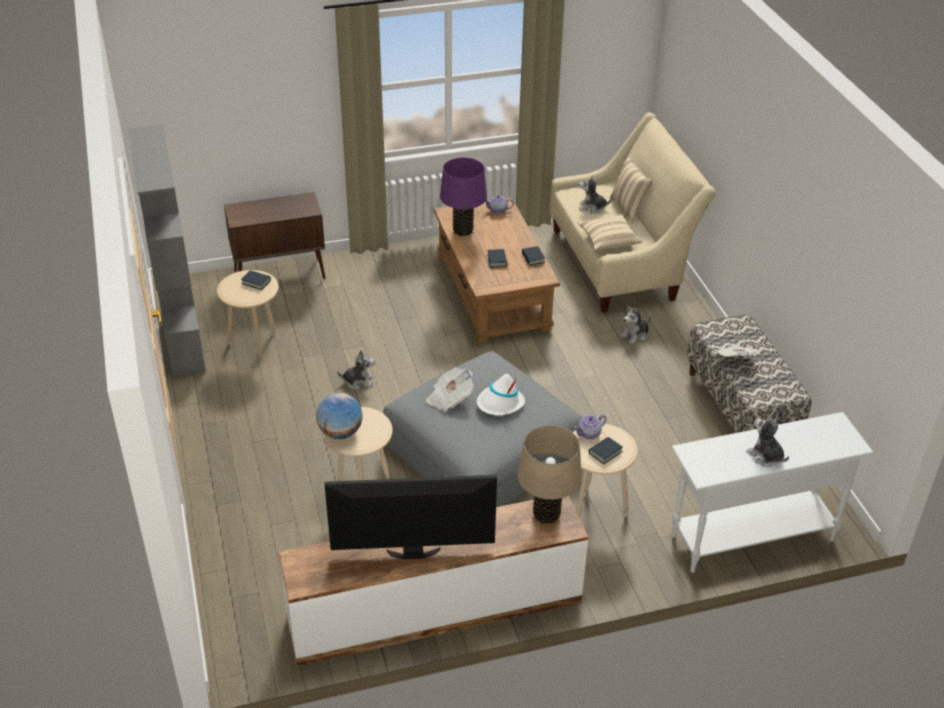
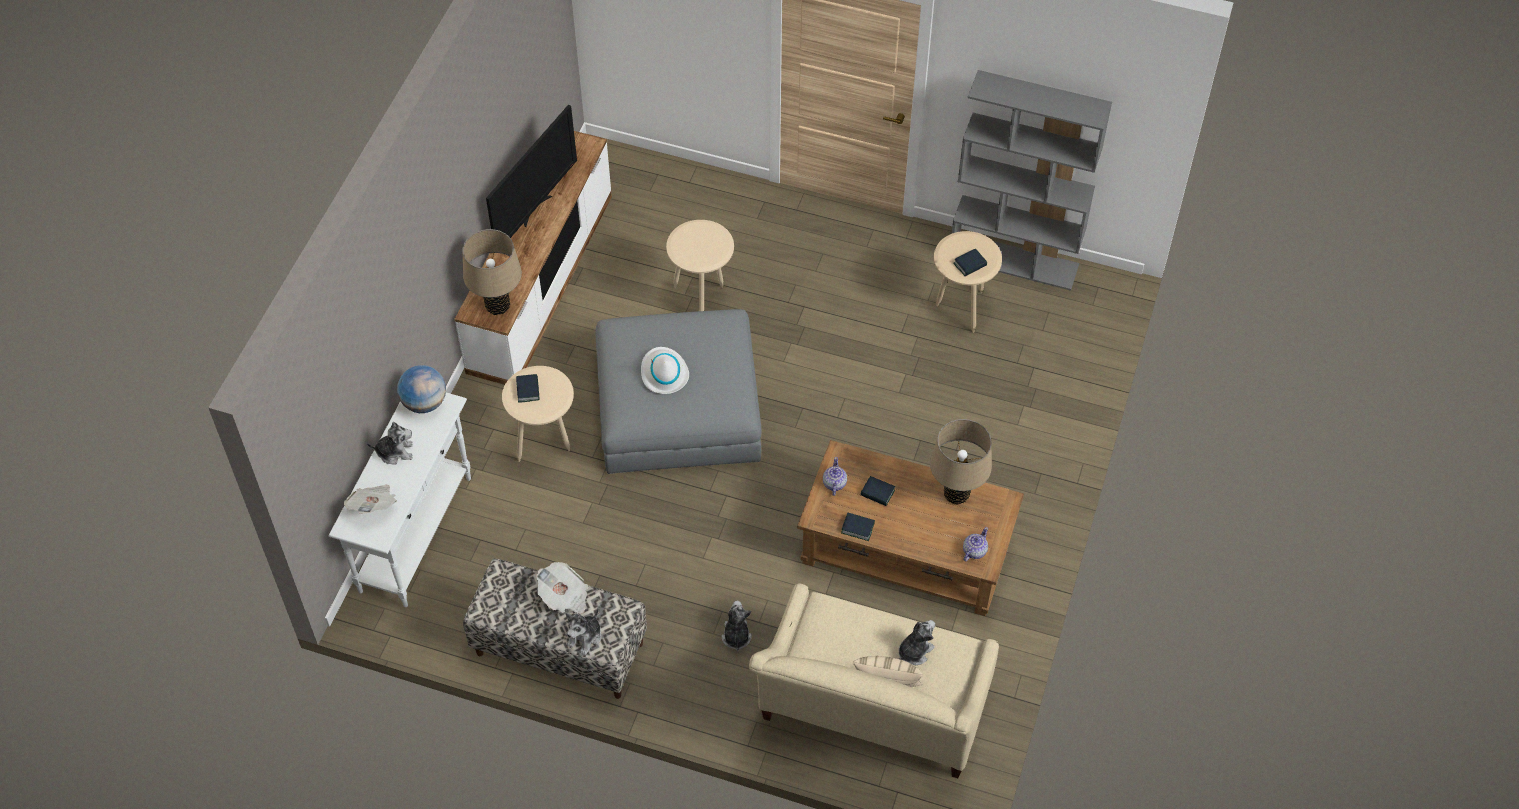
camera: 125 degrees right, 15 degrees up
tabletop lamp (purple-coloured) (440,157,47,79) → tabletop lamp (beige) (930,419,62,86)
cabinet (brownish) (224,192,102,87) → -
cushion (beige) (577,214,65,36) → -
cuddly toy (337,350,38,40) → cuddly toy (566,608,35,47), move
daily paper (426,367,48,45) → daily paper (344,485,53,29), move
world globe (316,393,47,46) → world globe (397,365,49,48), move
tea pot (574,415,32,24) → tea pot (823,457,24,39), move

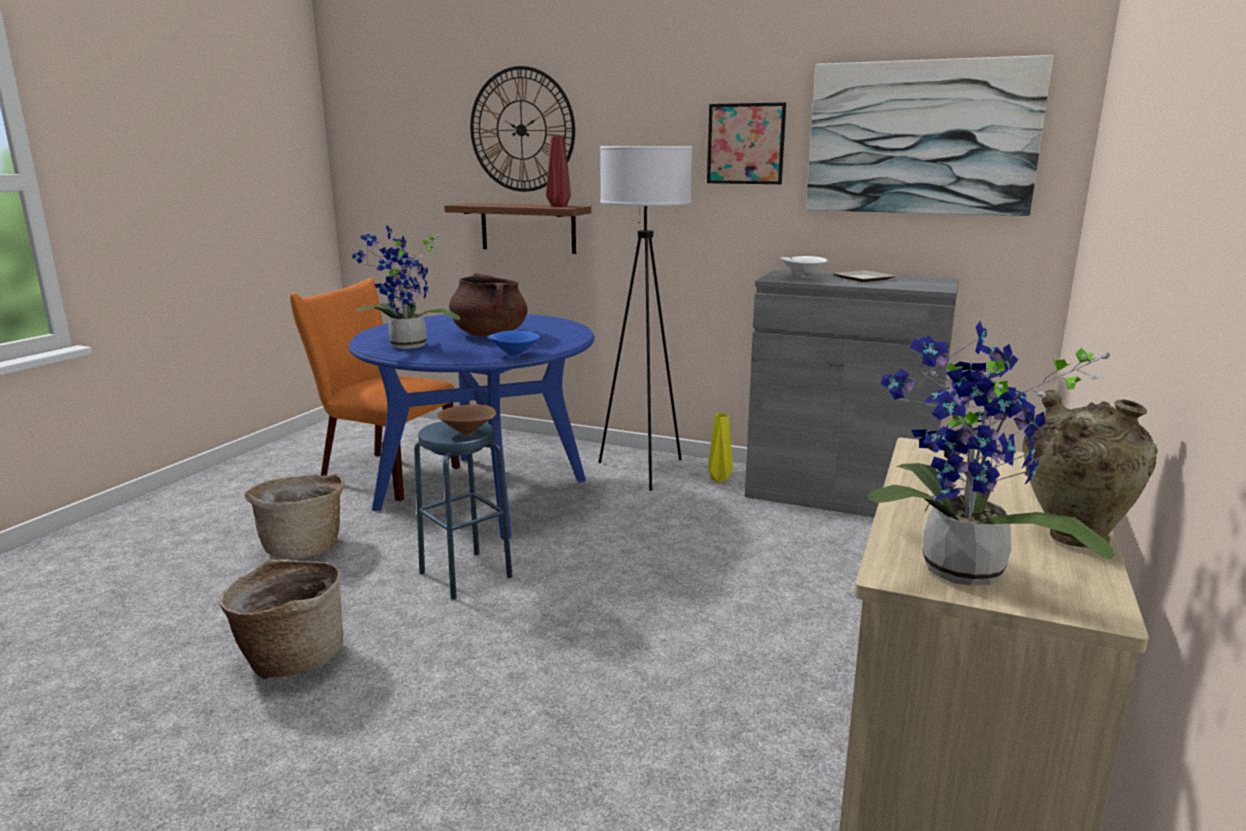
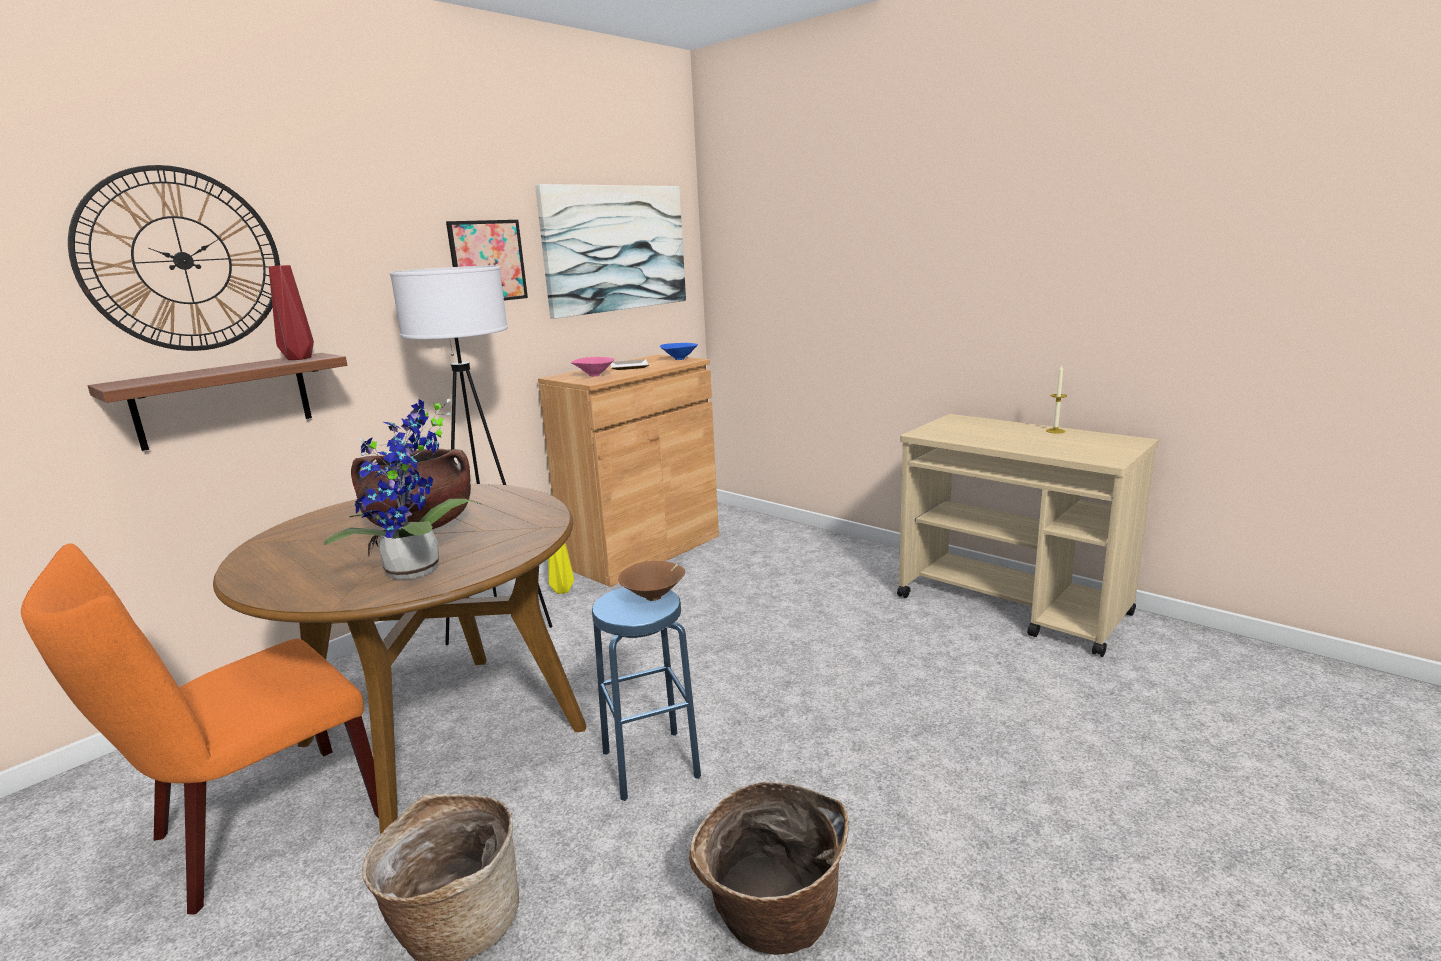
camera: 70 degrees left, 0 degrees up
deep dish (white) (781,256,47,21) → deep dish (pink) (571,357,44,20)
cabinet (greyish) (745,269,214,248) → cabinet (brownish) (538,355,181,232)
kitchen table (blue) (348,314,247,226) → kitchen table (brownish) (213,484,373,350)
potted plant (868,321,247,264) → -
deep dish (blue) (487,330,53,26) → deep dish (blue) (660,343,38,17), move
decorative vase (beige) (1023,390,135,158) → wax light (1046,365,21,68)

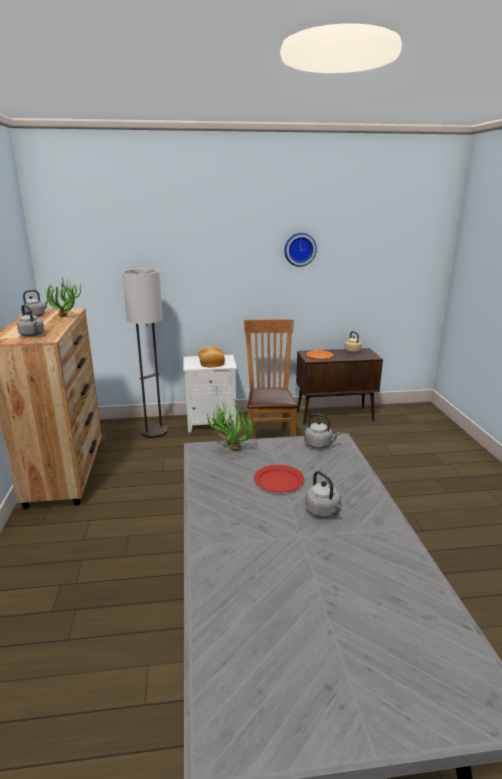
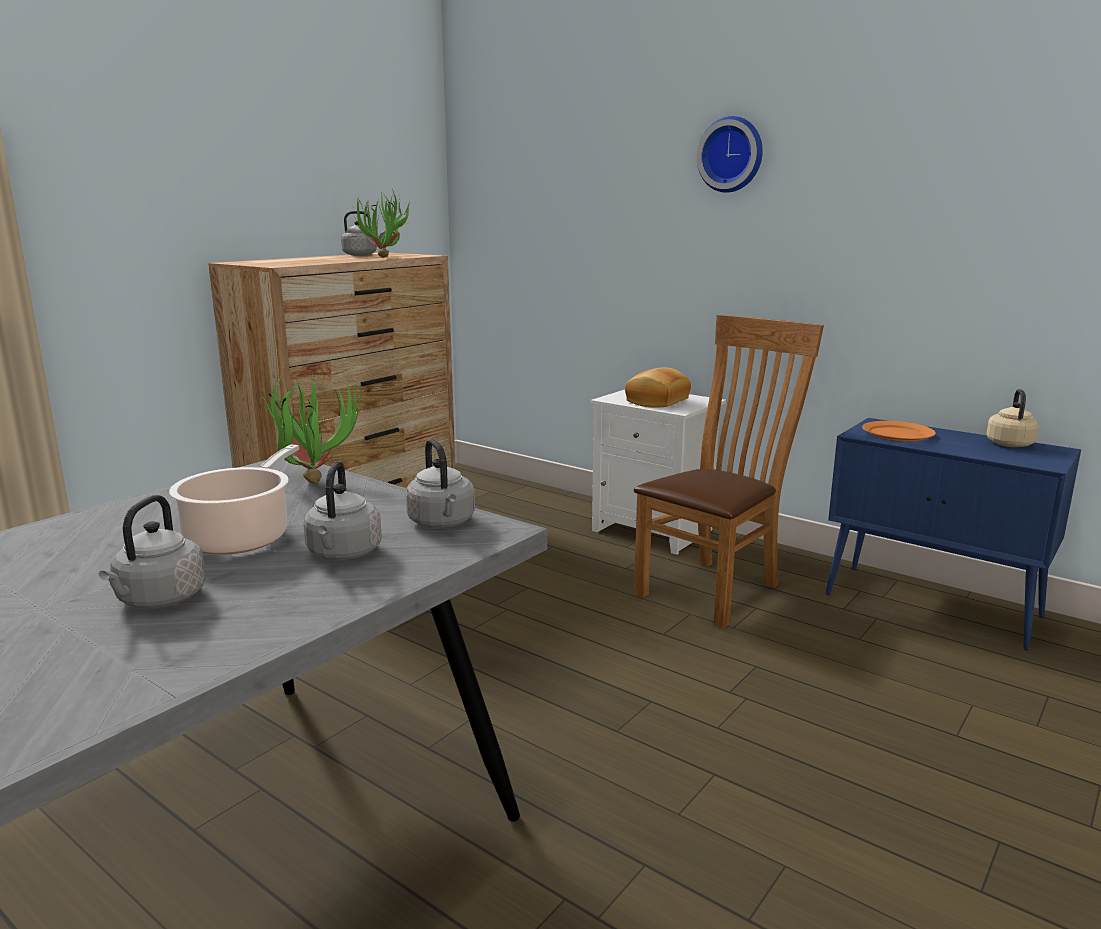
camera: 45 degrees right, 5 degrees down
wall clock (284,233,33,34) → wall clock (697,116,66,77), move
floor lamp (122,269,46,169) → -
water kettle (greyish) (17,305,27,32) → water kettle (greyish) (303,461,78,99), move
cabinet (brownish) (296,348,87,77) → cabinet (blue) (826,418,255,232)
plate (red) (254,465,50,28) → cooking pot (169,445,130,110)

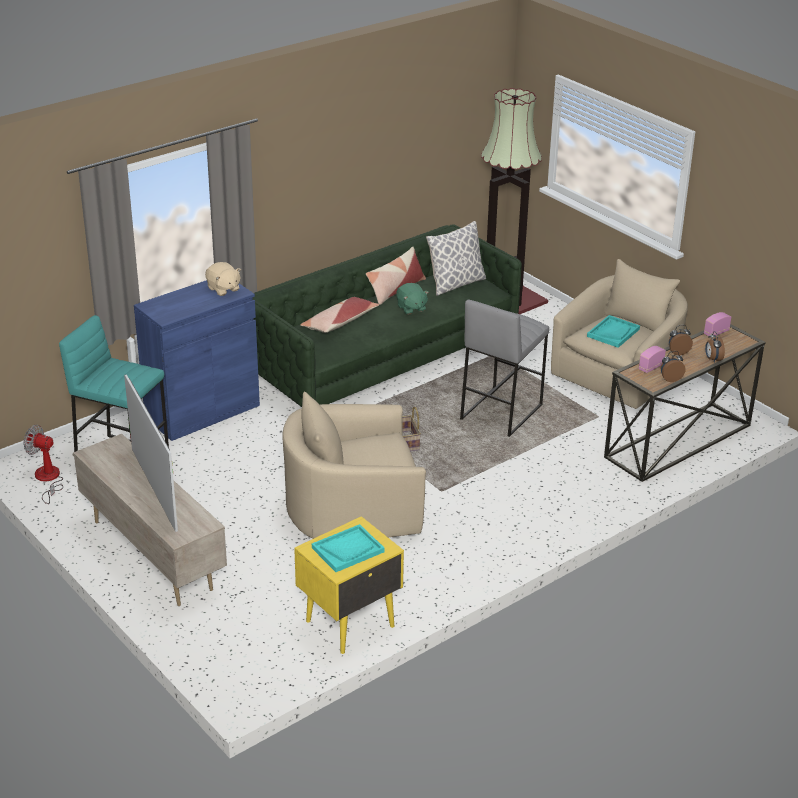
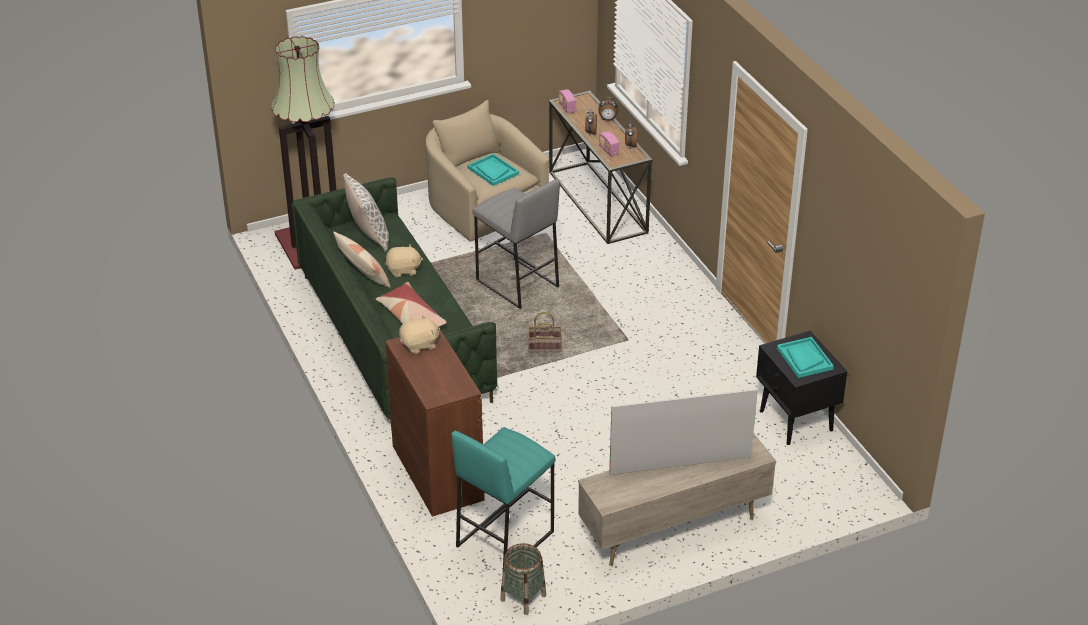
camera: 75 degrees left, 5 degrees up
cabinet (blue) (134,280,126,161) → cabinet (brownish) (385,327,100,190)
cuddly toy (green) (396,283,33,32) → cuddly toy (beige) (385,244,38,33)
lounge chair (beige) (282,392,144,147) → -
electric fan (23,425,40,79) → household basket (500,543,46,72)
nightstand (yellowish) (294,516,110,138) → nightstand (black-coloured) (756,331,91,114)

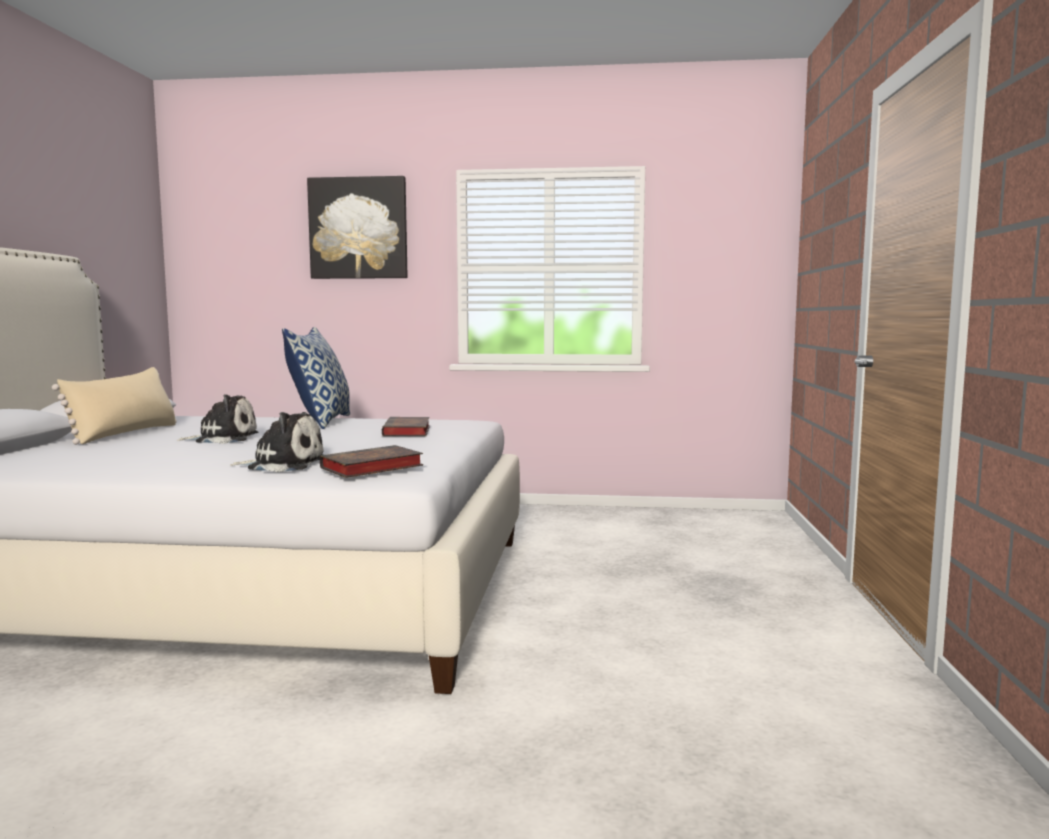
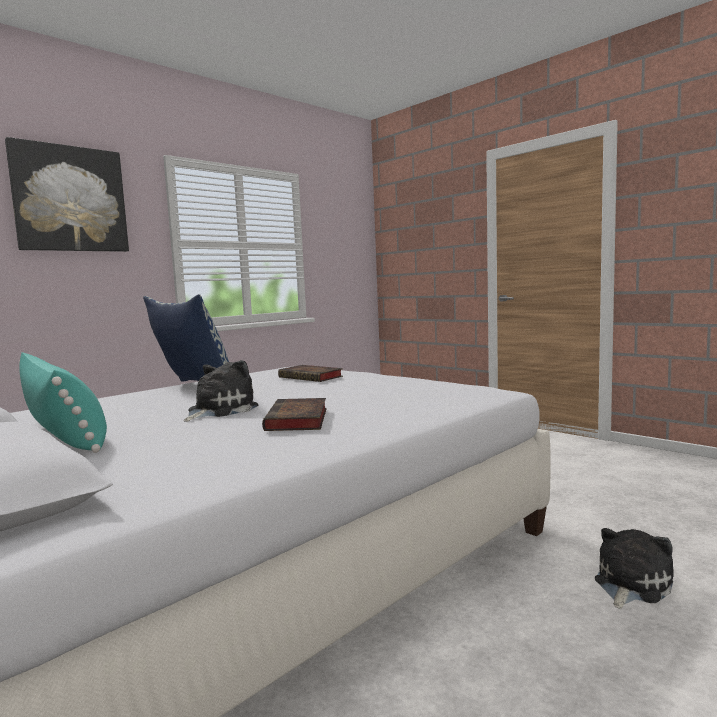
camera: 50 degrees left, 0 degrees up
cushion (beige) (52,367,125,78) → cushion (turquoise-coloured) (19,352,88,101)
cuddly toy (230,412,94,60) → cuddly toy (595,528,78,81), move
bound book (320,445,103,33) → bound book (262,398,65,33), move

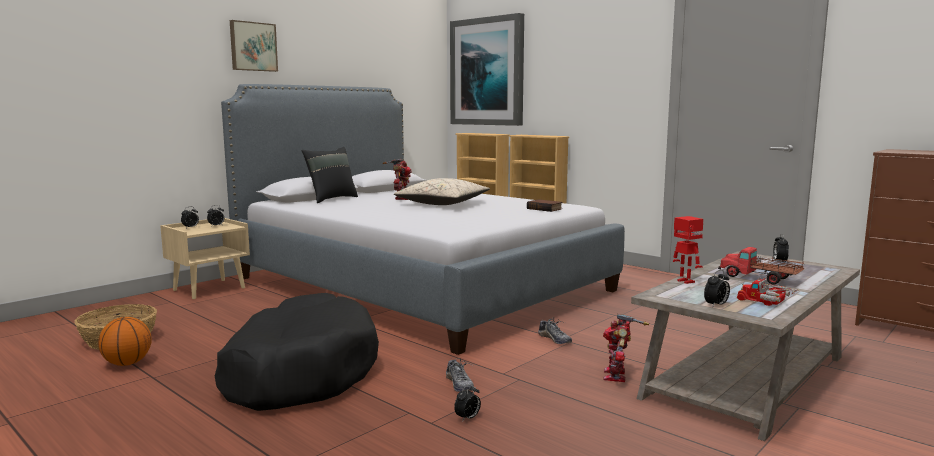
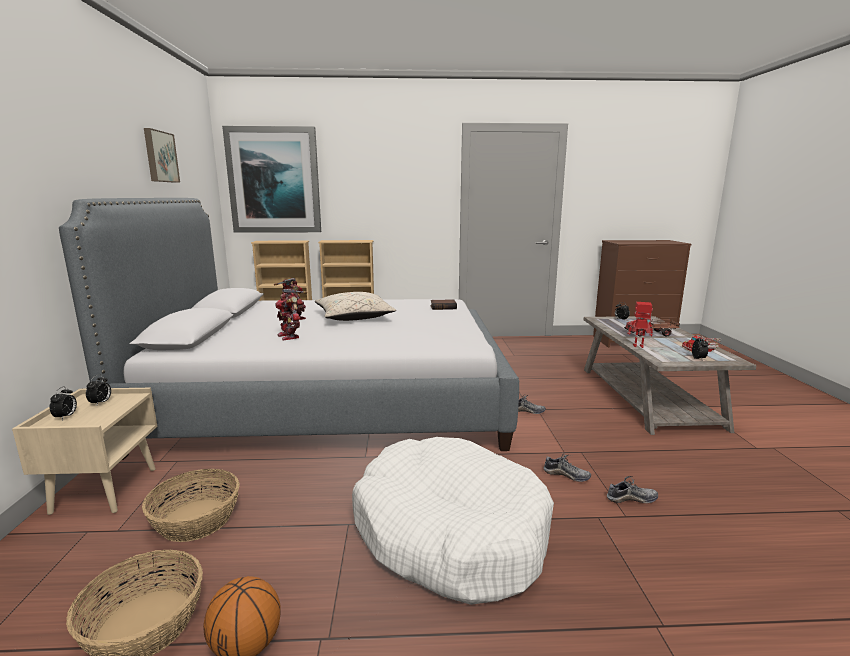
camera: 45 degrees left, 5 degrees up
wall art (230,20,48,52) → wall art (144,128,36,55), move
cushion (black-coloured) (301,147,57,56) → -
dog bed (black-coloured) (215,293,164,118) → dog bed (white) (352,437,202,168)
toy robot (603,314,46,68) → toy robot (276,289,31,51), move
table clock (454,384,27,37) → shoe (607,476,51,27)
- → household basket (142,469,98,73)

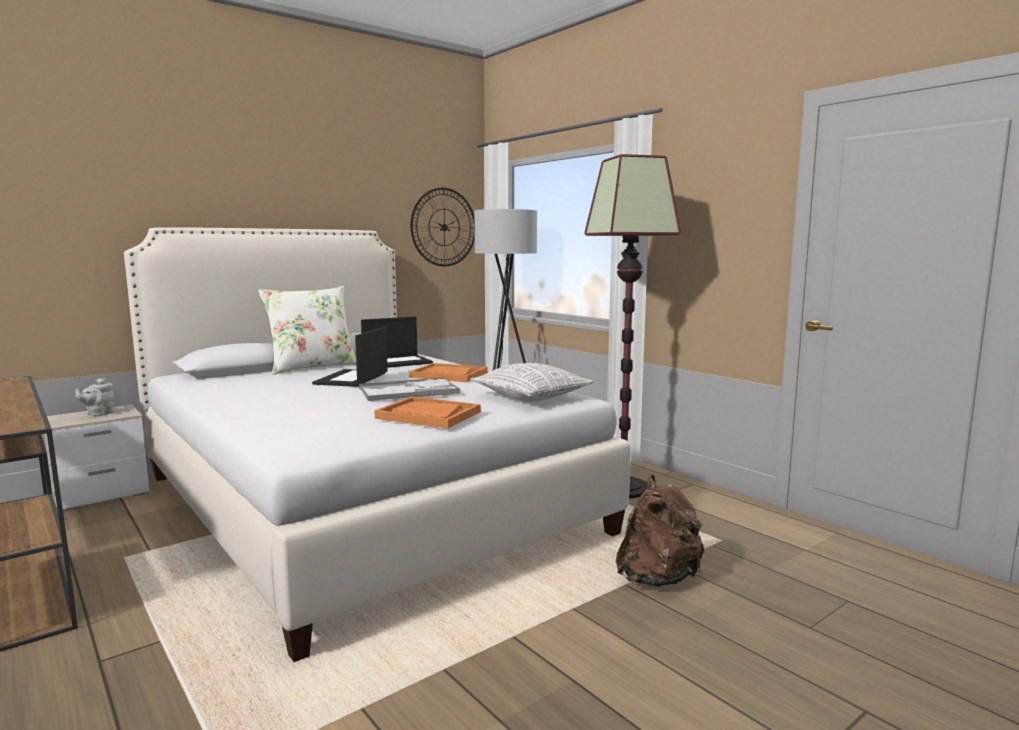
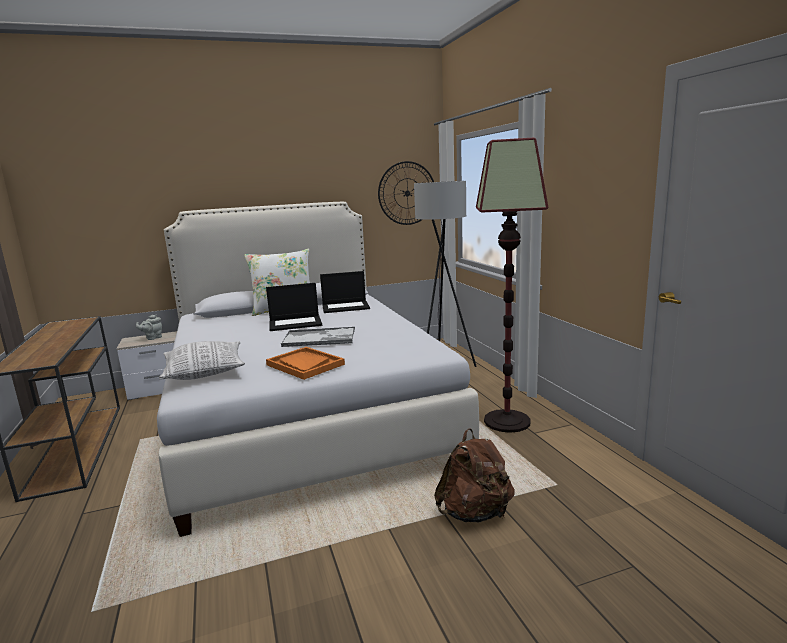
camera: 20 degrees right, 5 degrees up
portable computer (312,327,76,60) → portable computer (266,283,56,48), 135 degrees counterclockwise
tray (orange-coloured) (409,363,79,19) → -
cushion (470,363,124,39) → cushion (159,341,86,39), move

